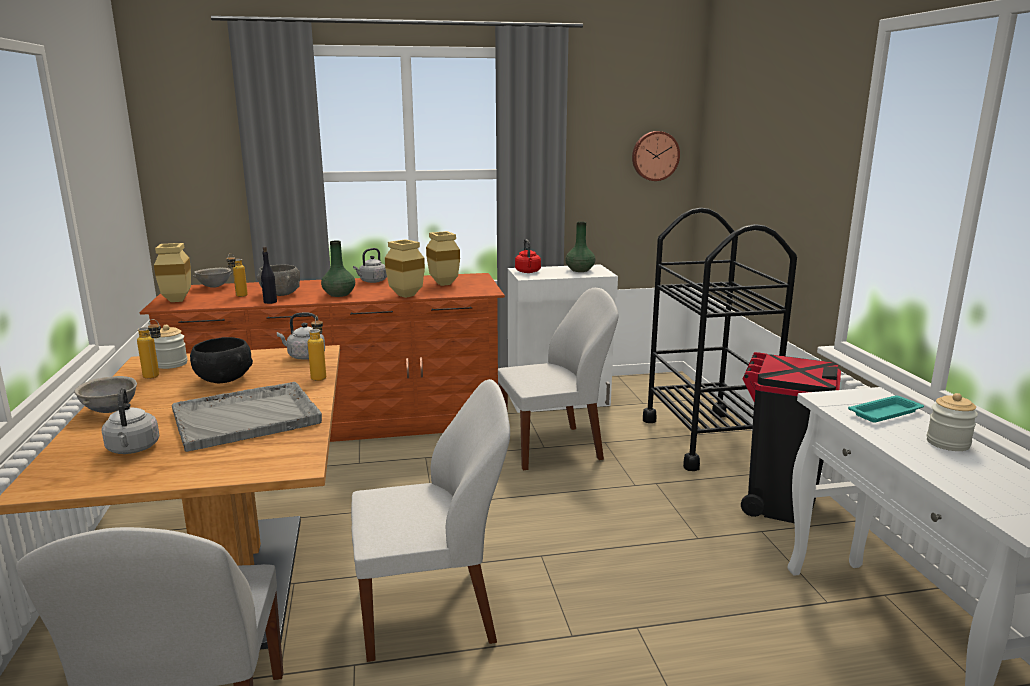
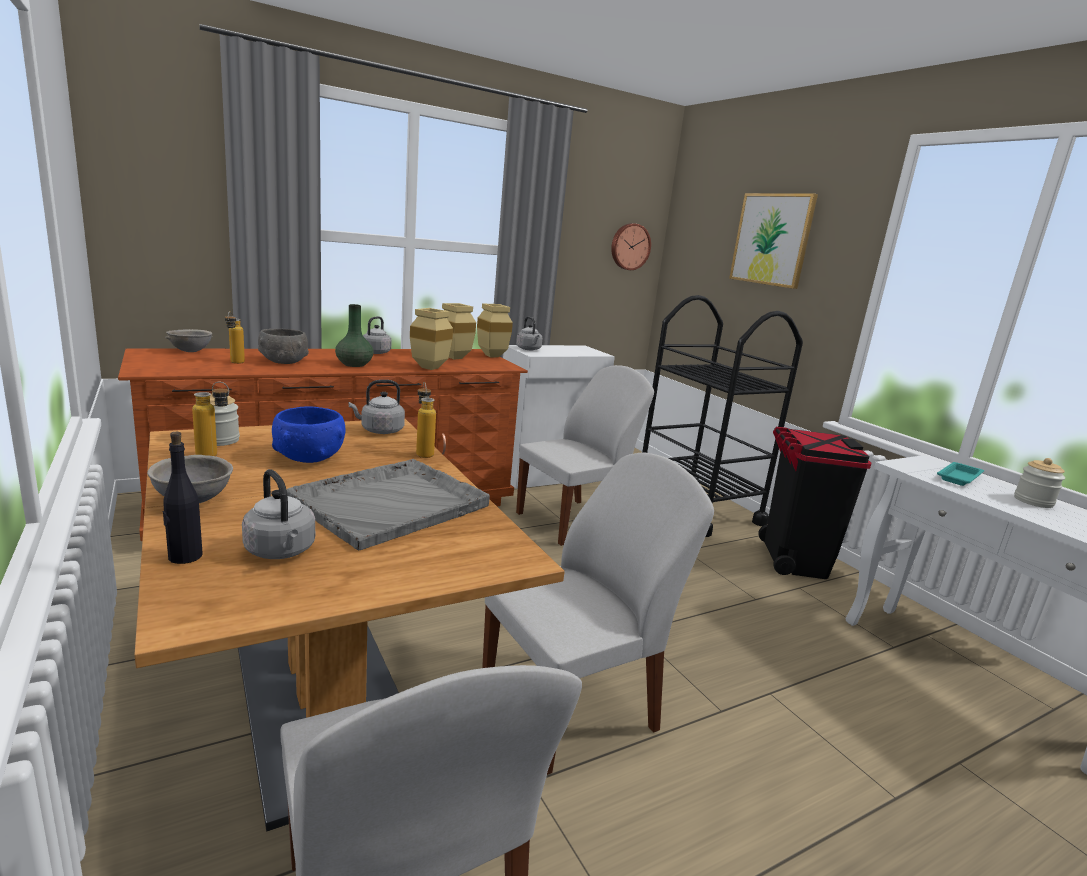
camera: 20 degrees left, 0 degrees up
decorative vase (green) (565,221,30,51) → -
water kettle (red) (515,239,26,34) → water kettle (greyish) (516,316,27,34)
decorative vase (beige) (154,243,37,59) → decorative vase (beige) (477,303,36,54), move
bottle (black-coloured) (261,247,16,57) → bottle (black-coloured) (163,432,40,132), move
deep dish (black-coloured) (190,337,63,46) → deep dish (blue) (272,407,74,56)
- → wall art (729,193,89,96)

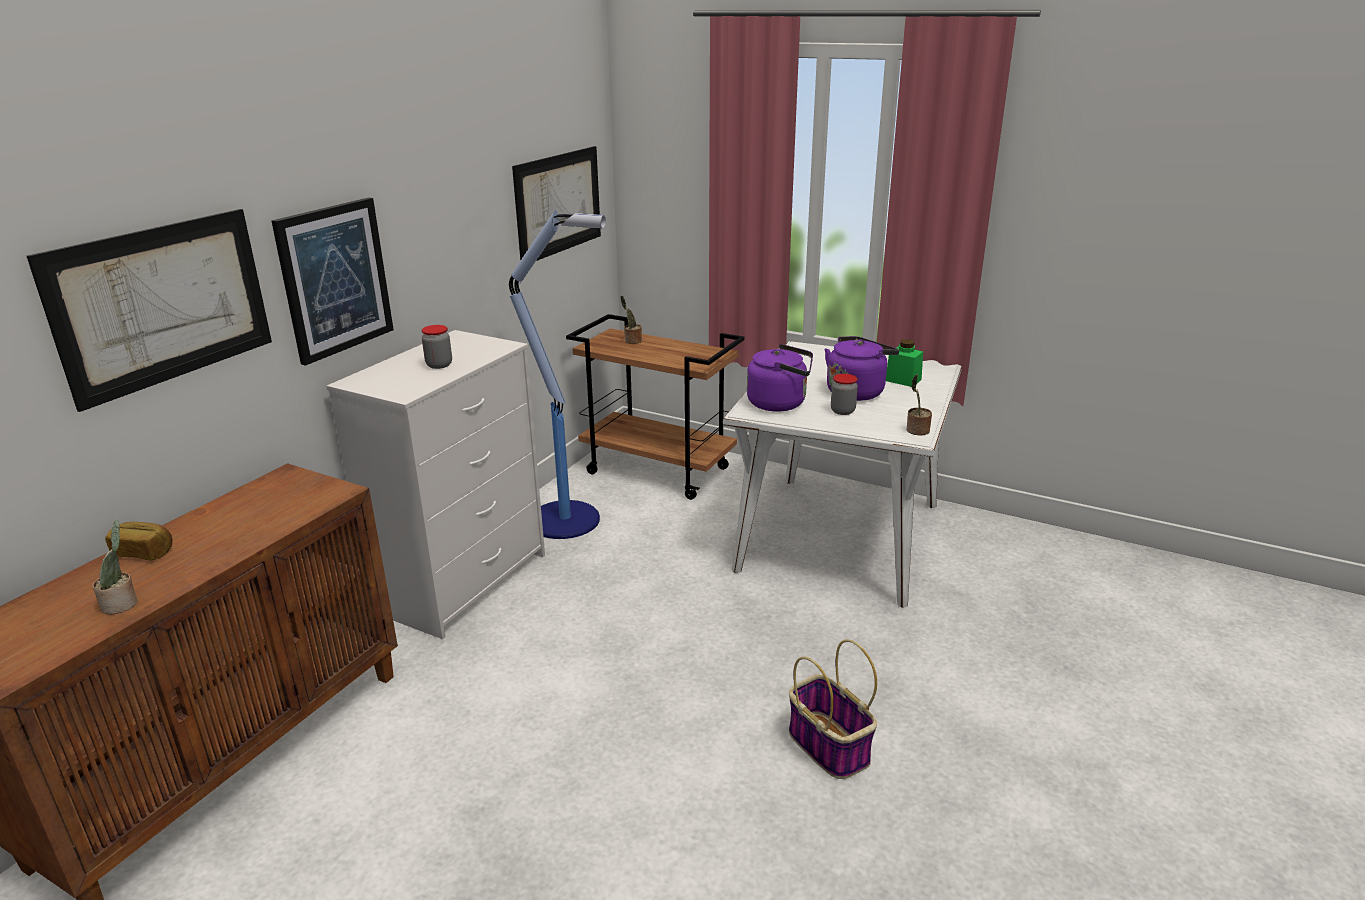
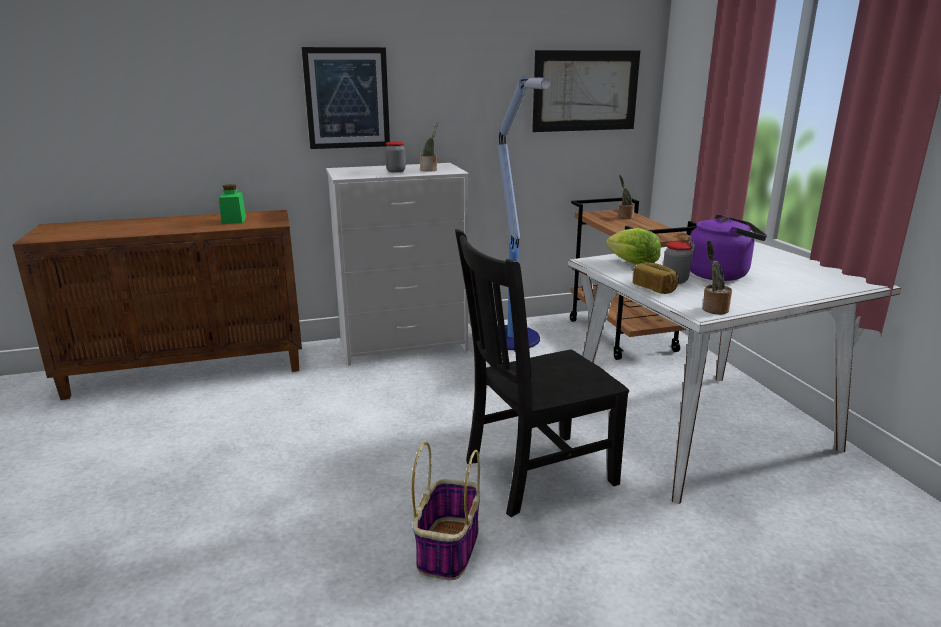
camera: 45 degrees right, 5 degrees down
wall art (27,209,245,203) → -
storage jar (green) (886,339,37,48) → storage jar (green) (219,184,27,40), move
water kettle (purple-coloured) (747,344,66,68) → head of lettuce (606,228,55,37)
potted plant (92,521,45,93) → potted plant (420,122,18,50), move
bread (105,522,68,38) → bread (633,262,46,32), move
- → plain chair (black-coloured) (455,229,174,288)

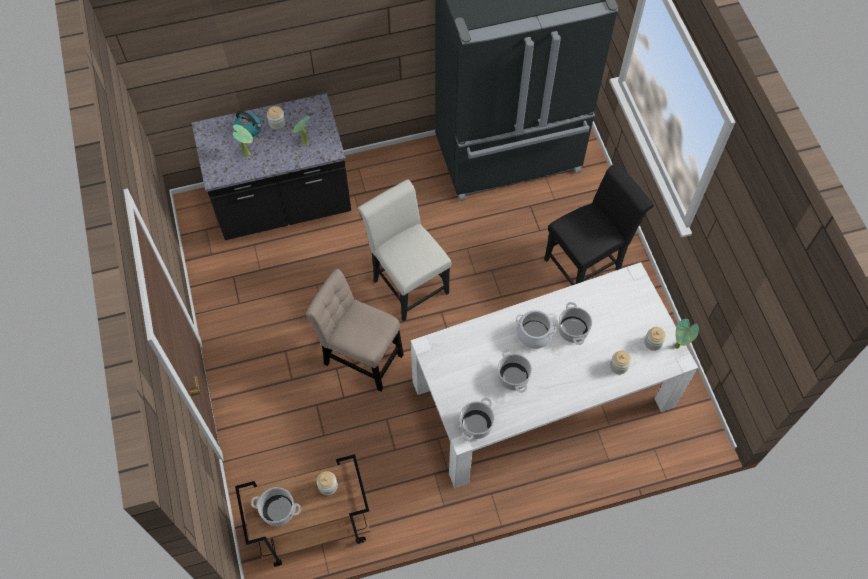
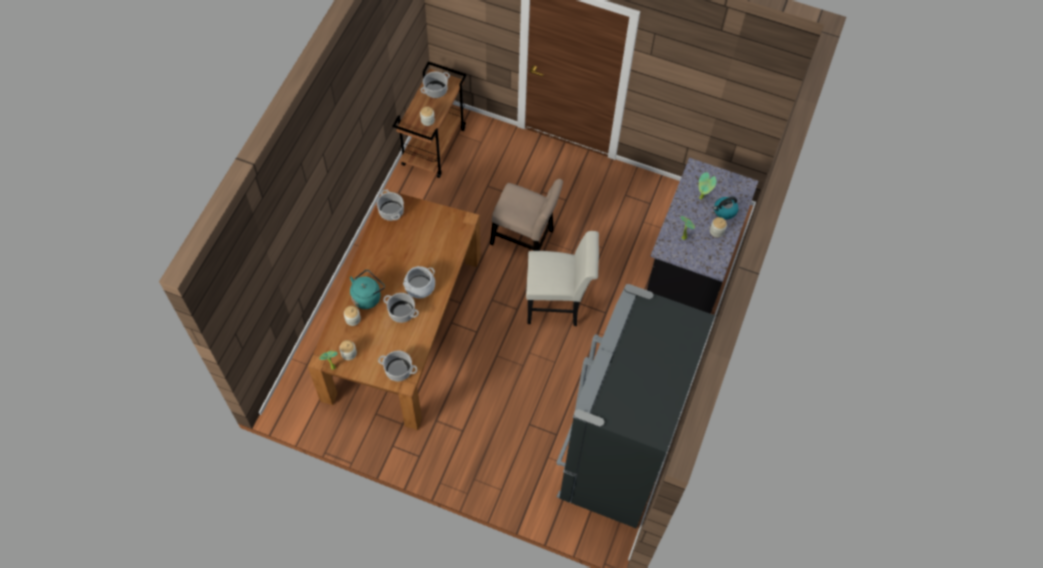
camera: 125 degrees right, 0 degrees up
plain chair (black-coloured) (544,163,110,122) → -
kitchen table (white) (411,262,287,226) → kitchen table (brownish) (308,189,173,241)
plain chair (beige) (306,269,98,123) → plain chair (beige) (490,179,73,72), 45 degrees clockwise
cooking pot (498,349,34,43) → cooking pot (378,351,39,30), move
- → water kettle (turquoise-coloured) (350,270,35,39)

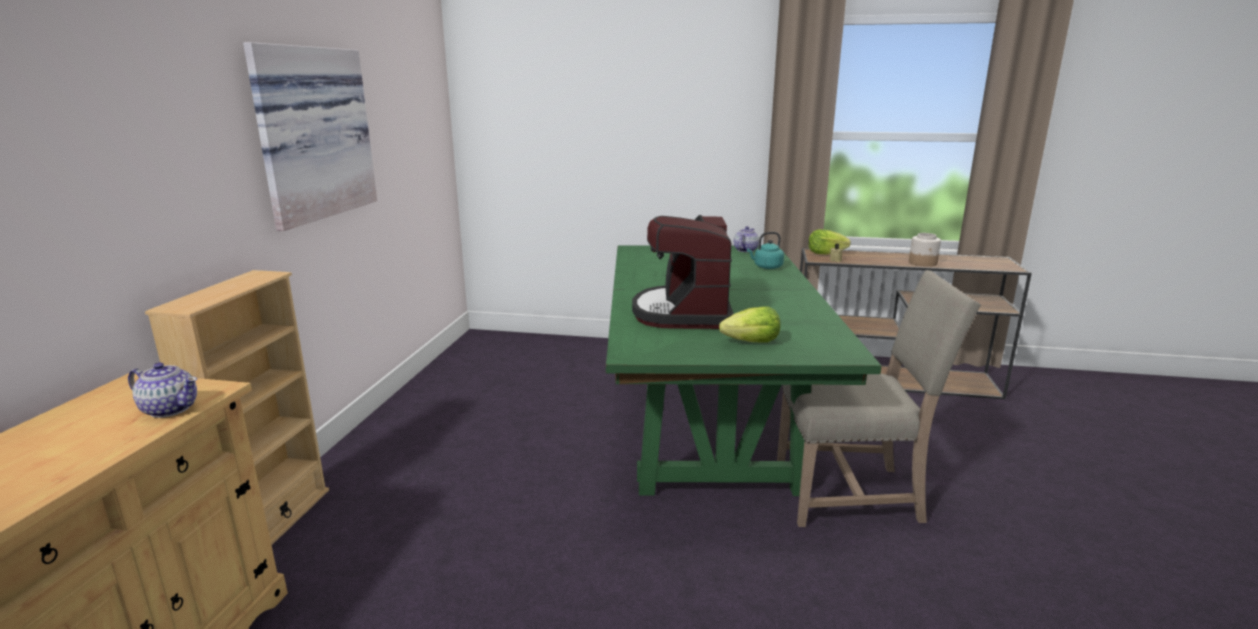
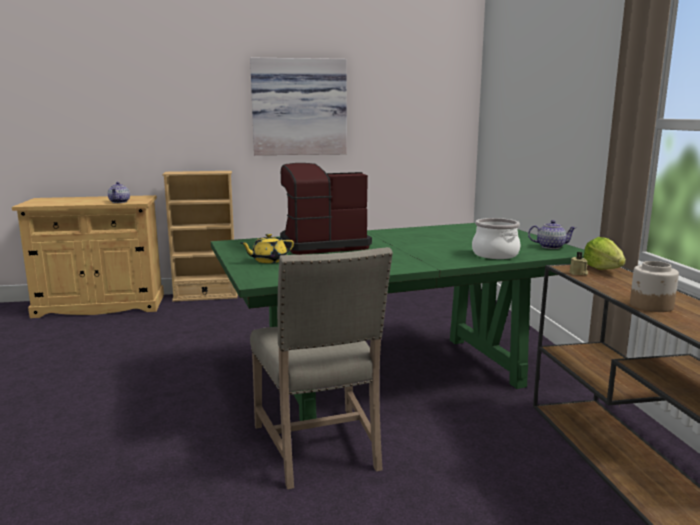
camera: 70 degrees right, 5 degrees down
water kettle (turquoise-coloured) (747,232,37,37) → cooking pot (472,218,48,41)
head of lettuce (719,306,62,37) → tea pot (yellowish) (240,234,54,29)

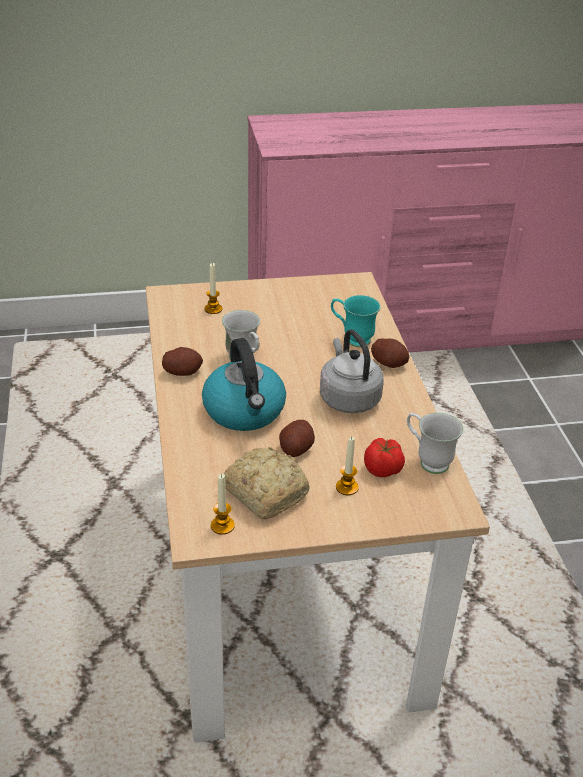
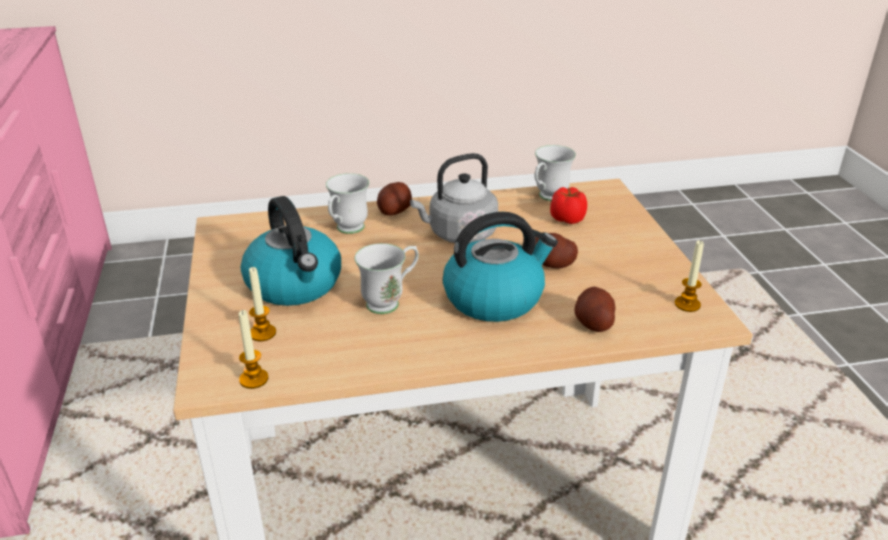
camera: 90 degrees left, 5 degrees down
tea mug (turquoise-coloured) (331,295,49,52) → tea mug (white) (326,173,43,61)
whole potato (162,347,41,29) → whole potato (574,287,42,45), move
wax light (336,437,23,58) → wax light (239,310,30,79), move
bread (224,447,86,72) → -
- → water kettle (241,196,100,110)

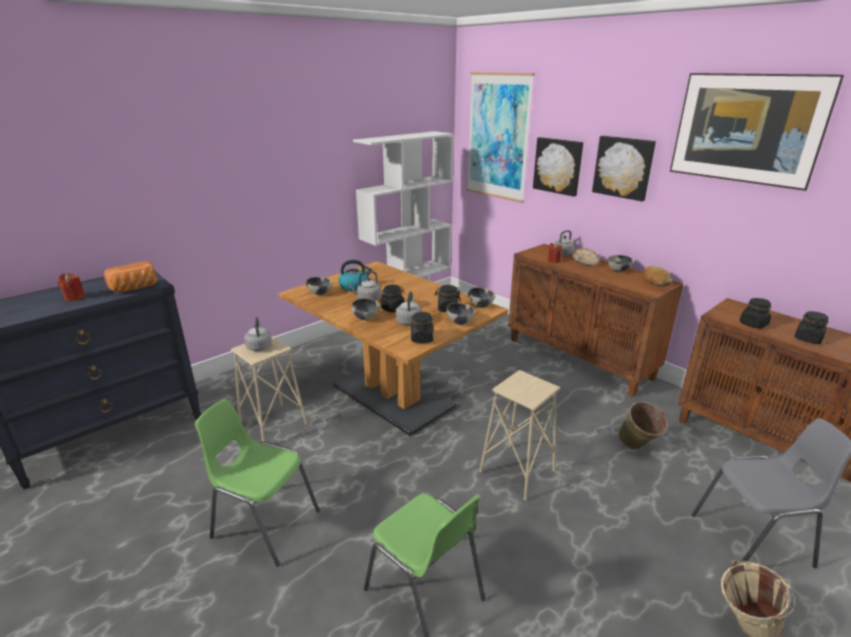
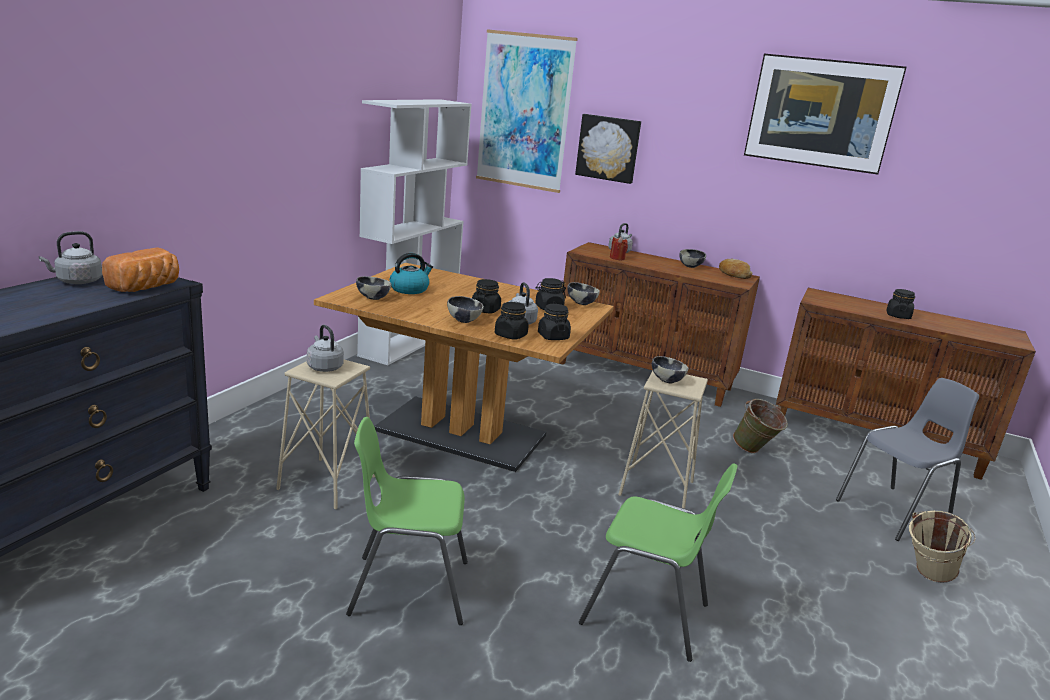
camera: 25 degrees left, 5 degrees down
wall art (592,136,64,65) → -
bread (572,248,28,18) → -
water kettle (greyish) (349,271,32,30) → water kettle (greyish) (39,231,63,53), move
wax light (red) (57,273,28,28) → -
storage jar (black-coloured) (740,298,31,31) → storage jar (black-coloured) (495,302,34,38), move
deep dish (446,303,29,22) → deep dish (652,356,36,27), move

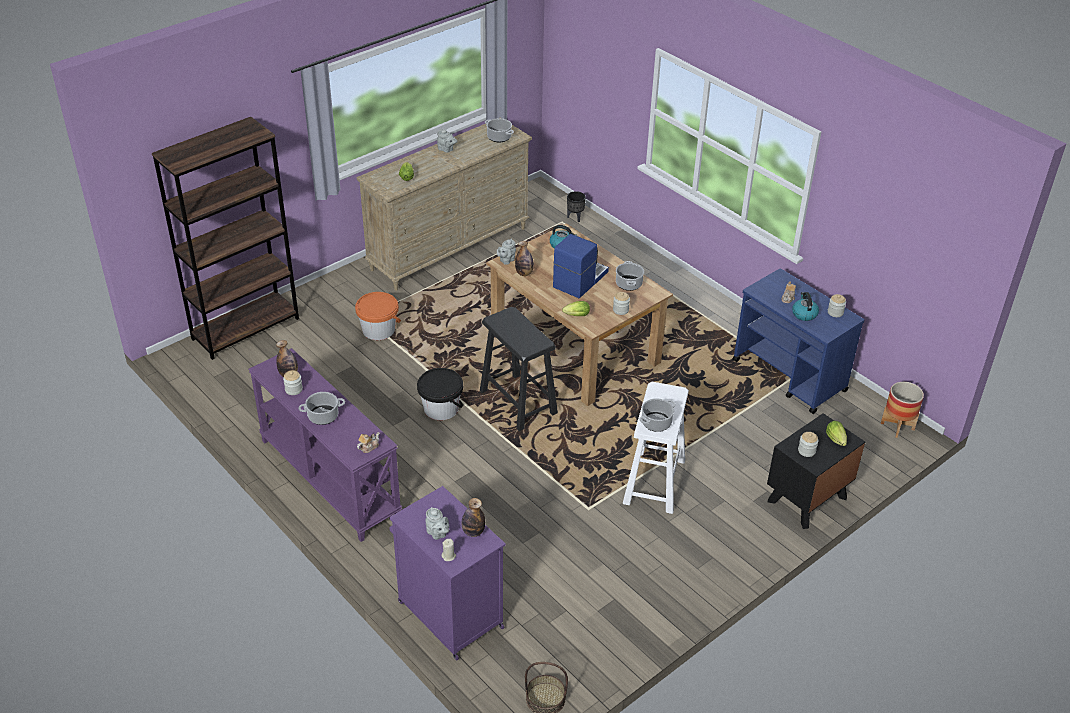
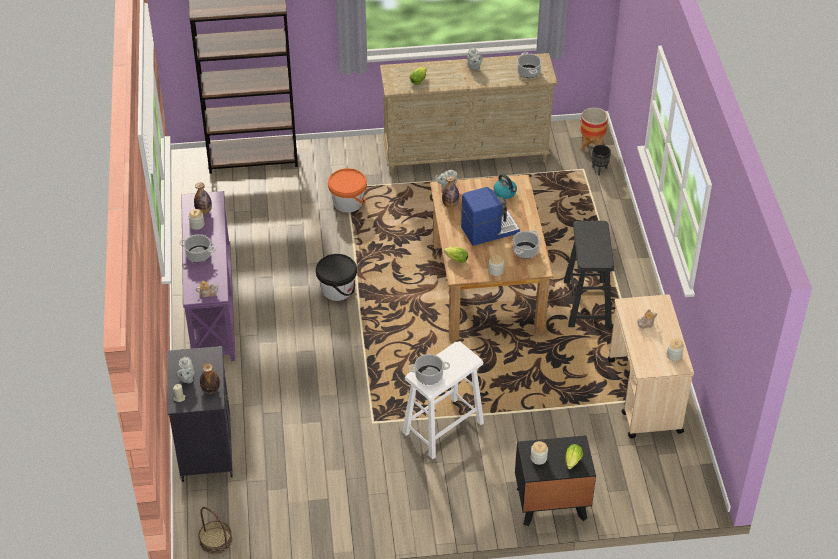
camera: 35 degrees right, 5 degrees up
wheeled cart (blue) (733,268,132,146) → wheeled cart (beige) (608,294,86,144)
water kettle (792,292,27,29) → -
stool (black-coloured) (480,307,78,124) → stool (black-coloured) (564,221,50,106), move
flower pot (881,382,43,56) → flower pot (580,108,28,43), move
cabinet (purple-coloured) (389,486,117,174) → cabinet (black-coloured) (167,346,66,136)

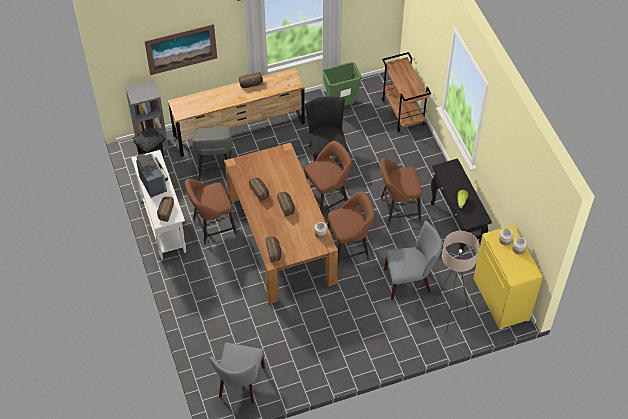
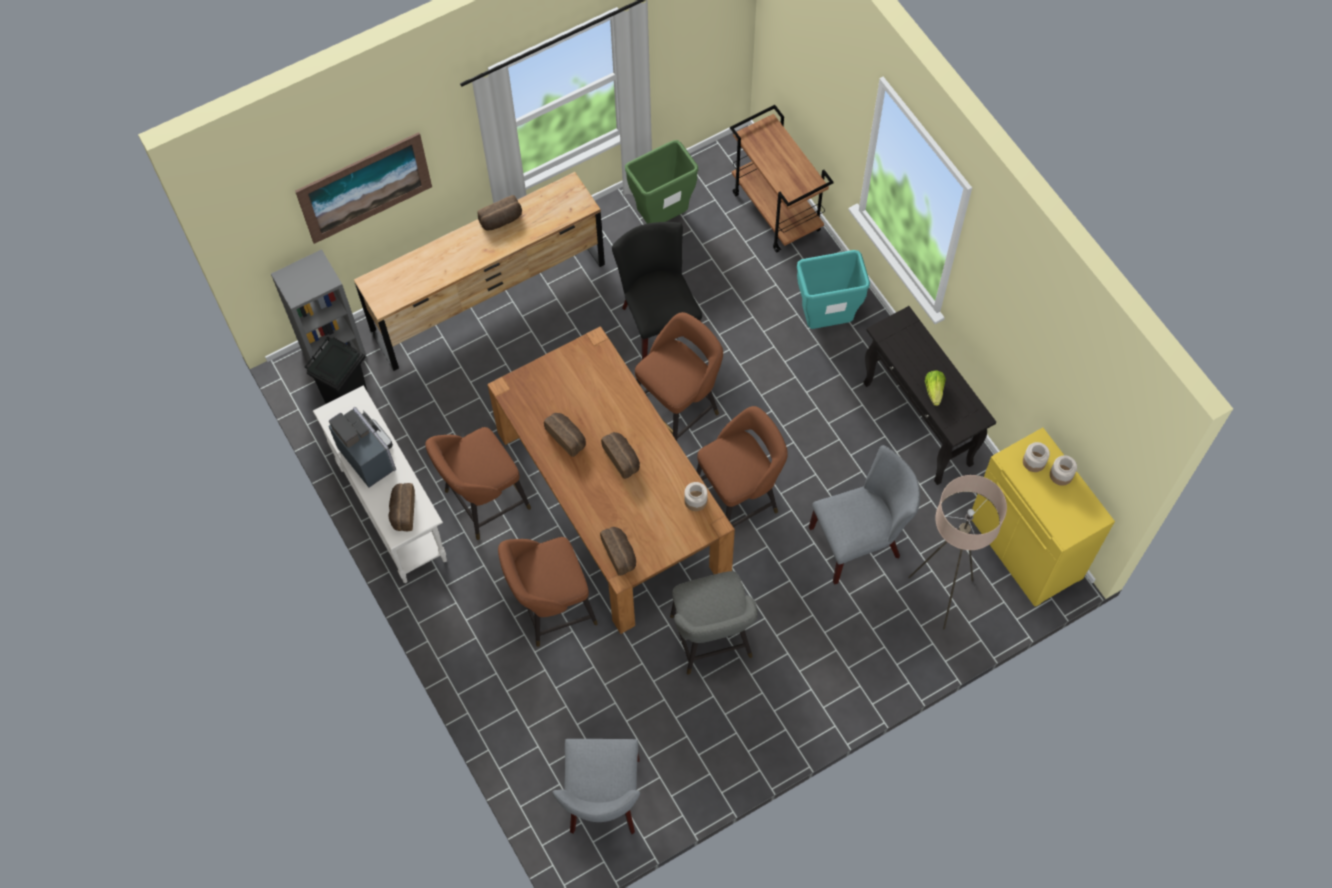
camera: 10 degrees left, 10 degrees up
stool (greyish) (192,126,41,55) → stool (greyish) (670,571,88,104), move
stool (brownish) (380,158,42,68) → stool (brownish) (498,537,100,110), move
- → rubbish bin (turquoise-coloured) (797,250,73,79)

